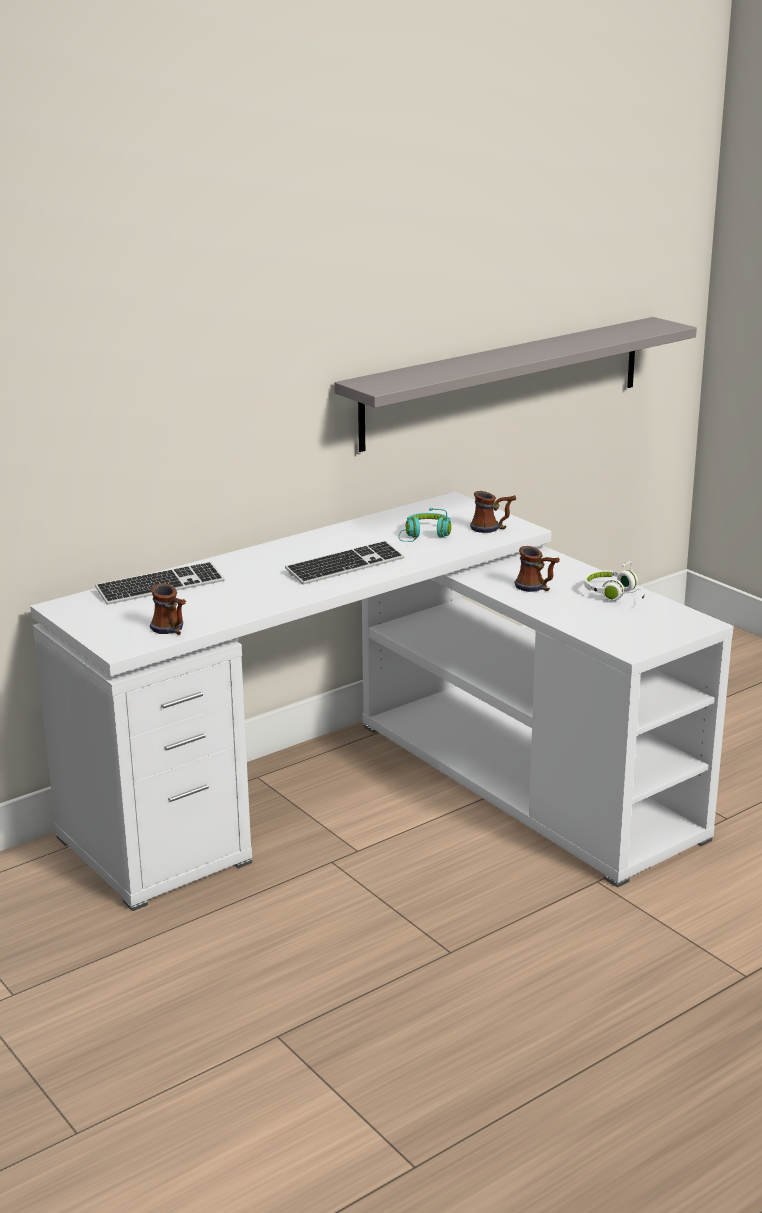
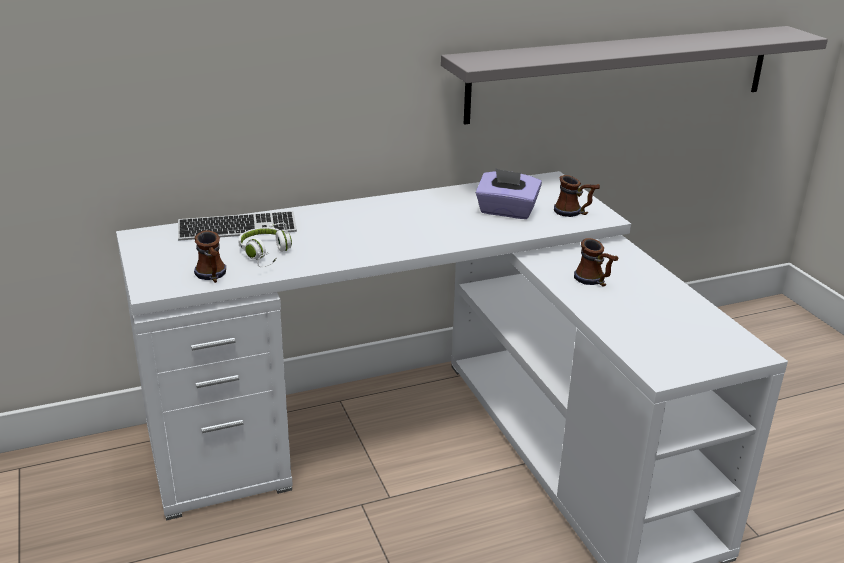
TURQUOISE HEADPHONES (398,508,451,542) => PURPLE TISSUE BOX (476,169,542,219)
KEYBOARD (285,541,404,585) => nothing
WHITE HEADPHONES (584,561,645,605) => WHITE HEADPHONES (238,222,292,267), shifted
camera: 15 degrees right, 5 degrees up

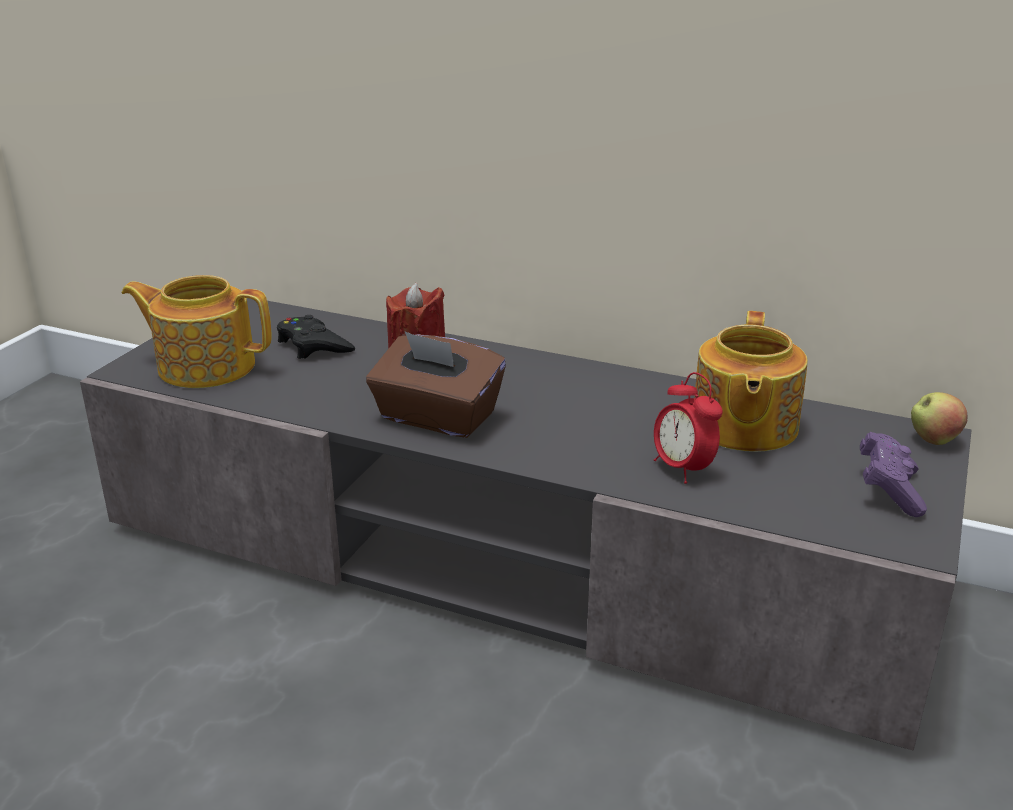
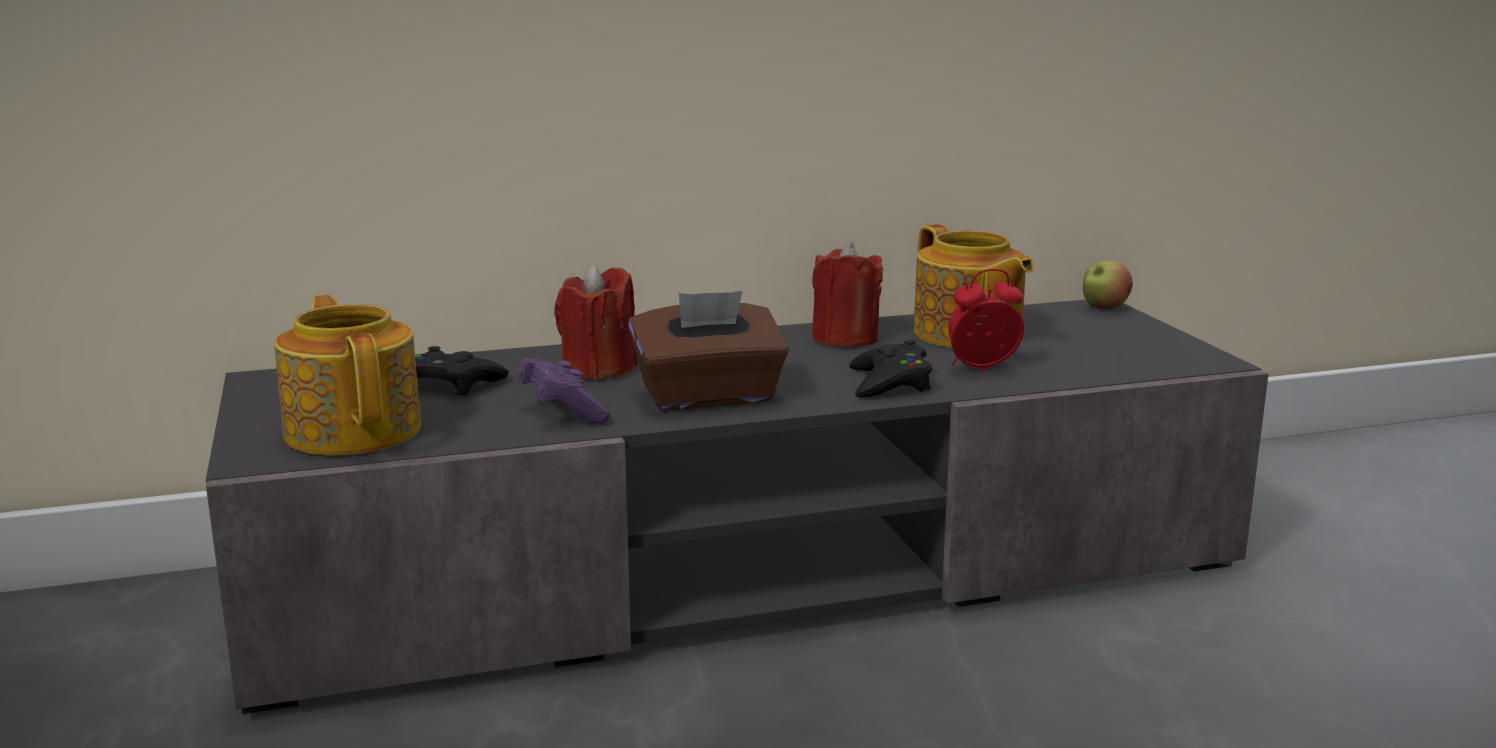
TEAPOT (122,275,272,388) => TEAPOT (274,295,421,455), 90 degrees clockwise
ALARM CLOCK (654,372,723,484) => ALARM CLOCK (949,269,1024,371), 150 degrees clockwise
PURPLE GAME CONTROLLER (860,432,927,517) => PURPLE GAME CONTROLLER (516,358,610,423), shifted
nothing => RED CANDLE (812,242,883,347)
nothing => BLACK GAME CONTROLLER (849,339,932,398)
camera: 40 degrees left, 10 degrees down

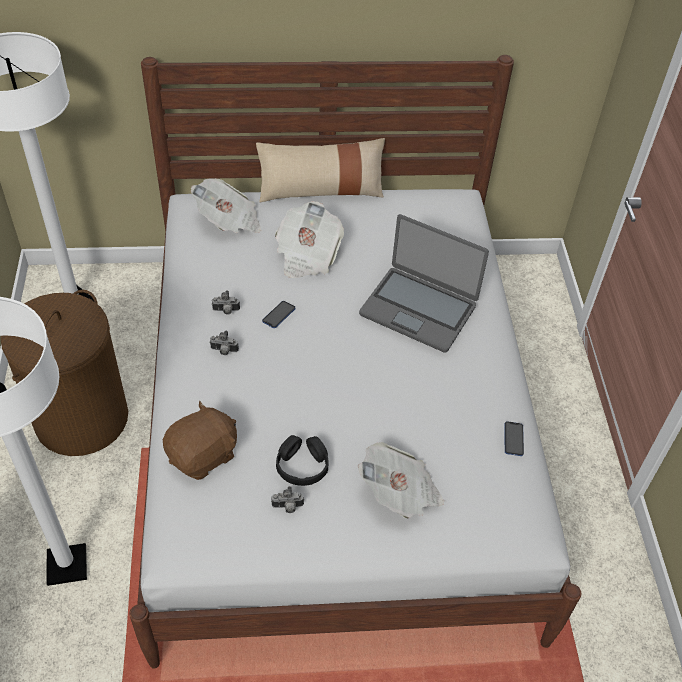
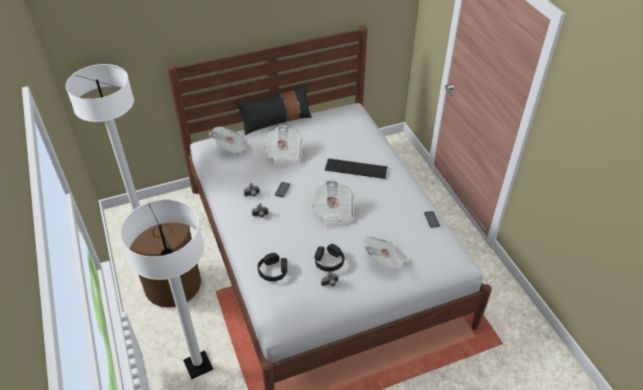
BEIGE PILLOW (256,138,385,202) => BLACK PILLOW (236,84,312,135)
LAPTOP (359,214,489,353) => KEYBOARD (325,158,387,179)
BROWN PLUSH TOY (163,401,237,480) => BLACK HEADPHONES (258,253,287,281)
nothing => NEWSPAPER (313,180,354,230)
camera: 15 degrees left, 5 degrees down

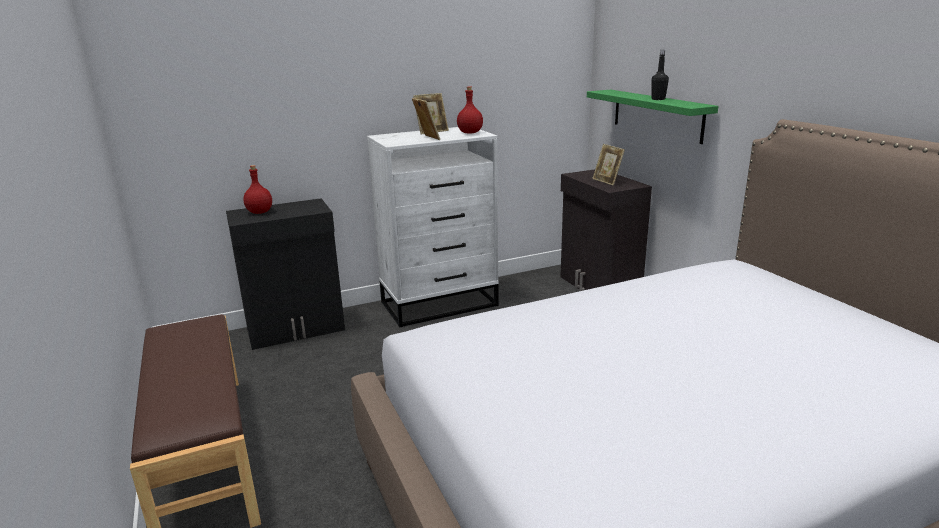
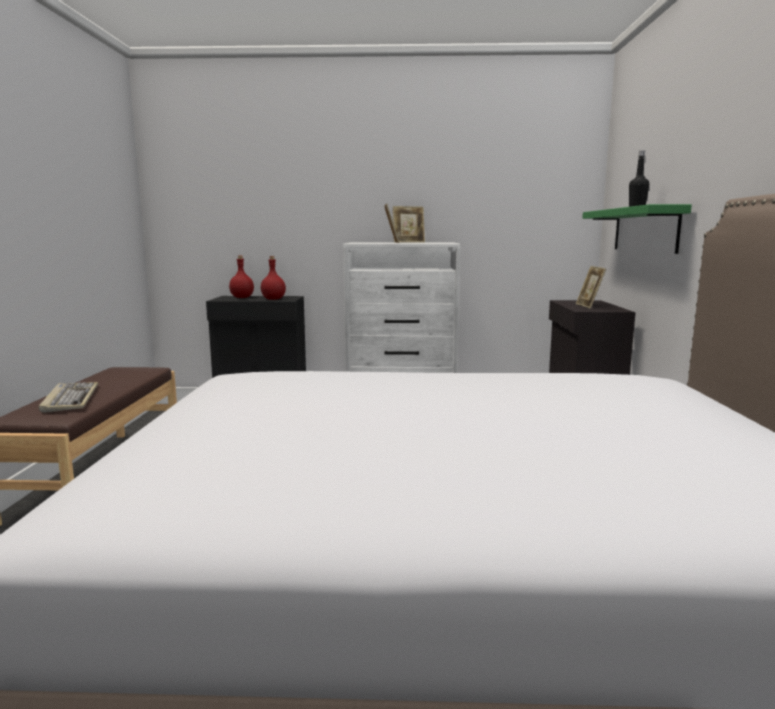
RED BOTTLE (457,86,483,134) => RED BOTTLE (261,256,286,300), shifted
nothing => KEYBOARD (39,382,98,413)
camera: 25 degrees right, 10 degrees down

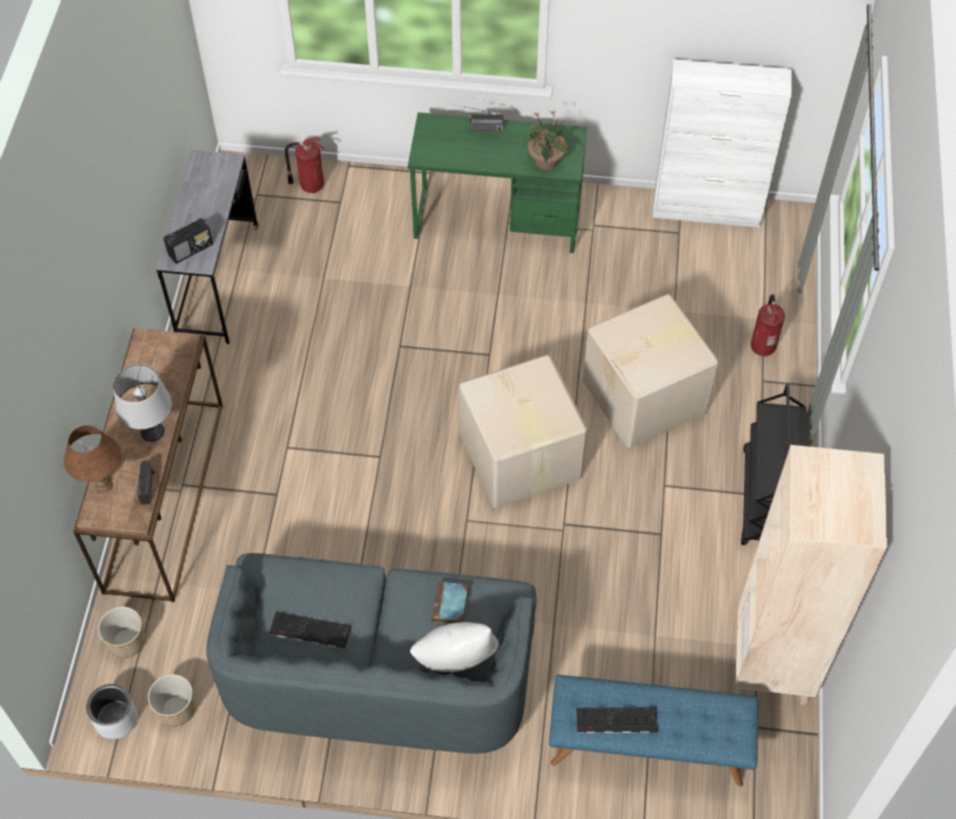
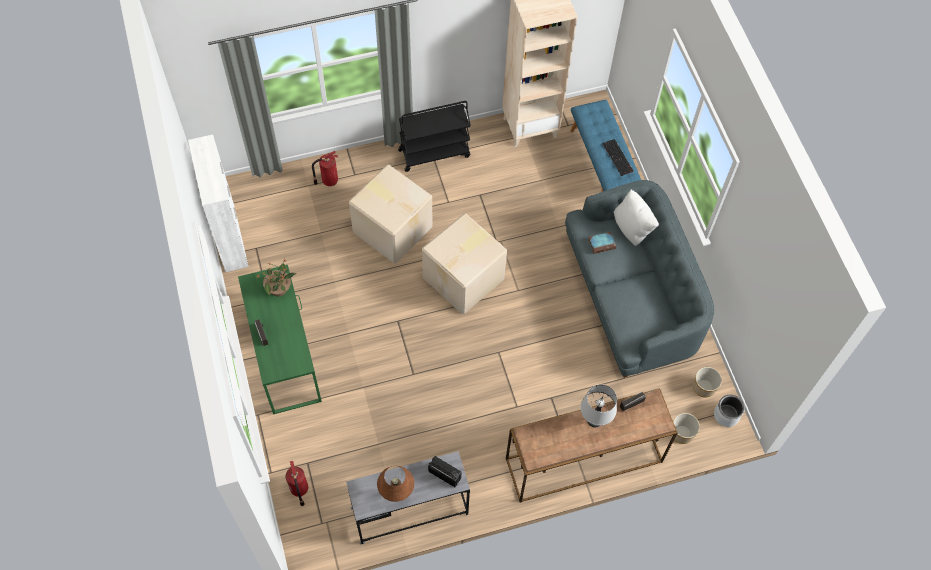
BROWN TABLE LAMP (64,425,121,494) => BROWN TABLE LAMP (377,466,414,502), shifted
KEYBOARD (269,611,351,649) => nothing
camera: 115 degrees left, 5 degrees up

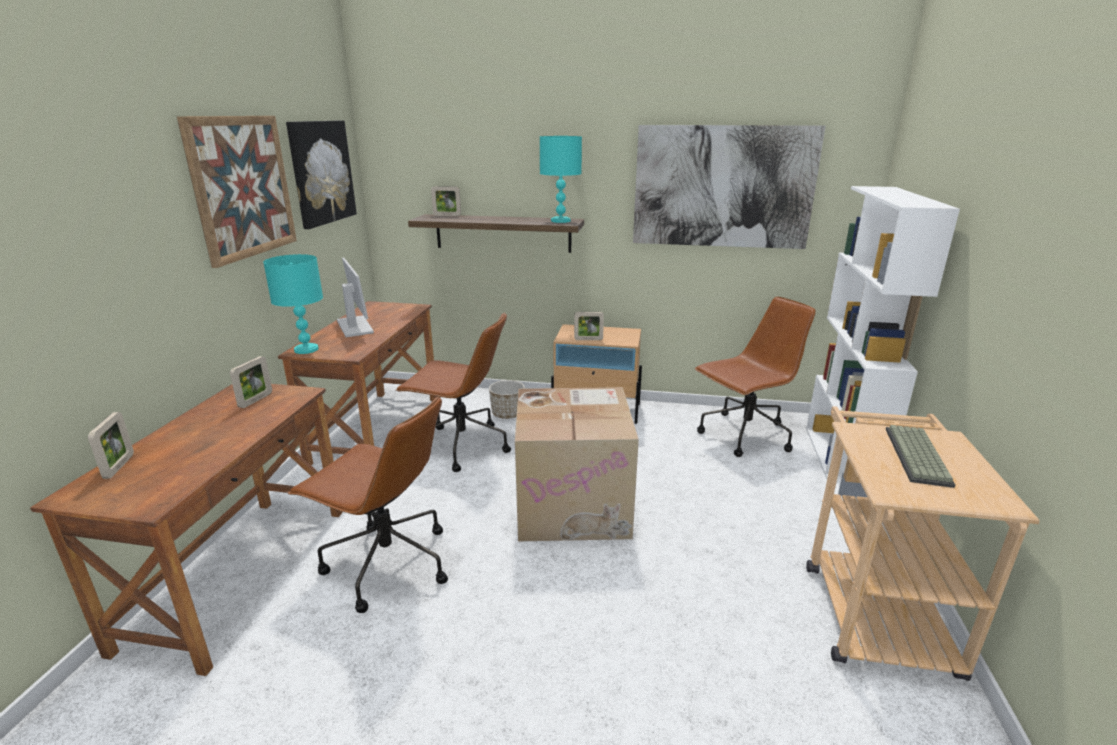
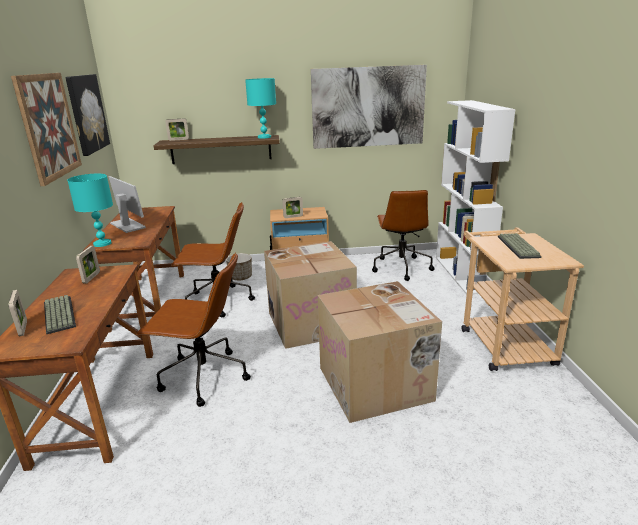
BROWN OFFICE CHAIR (695,297,816,457) => BROWN OFFICE CHAIR (372,190,435,281), 135 degrees clockwise
nothing => CARDBOARD BOX (318,281,442,423)
nothing => KEYBOARD (44,295,76,334)
camera: 15 degrees left, 0 degrees up

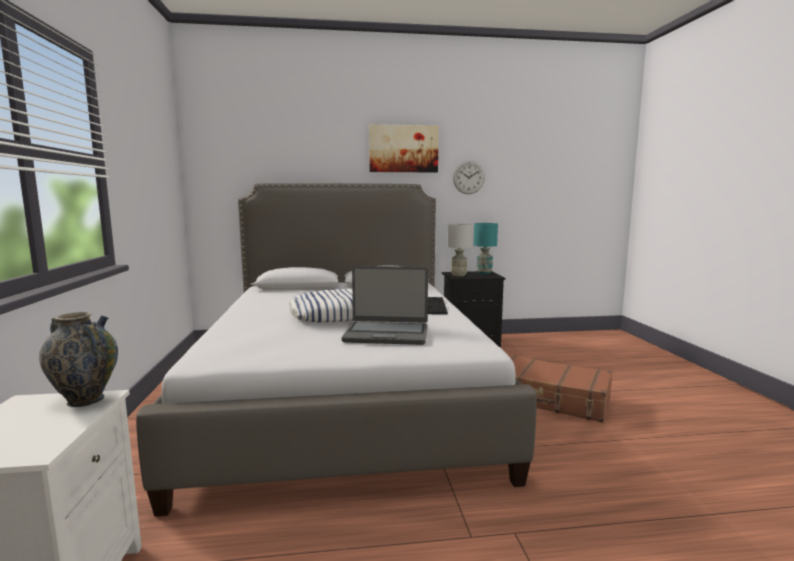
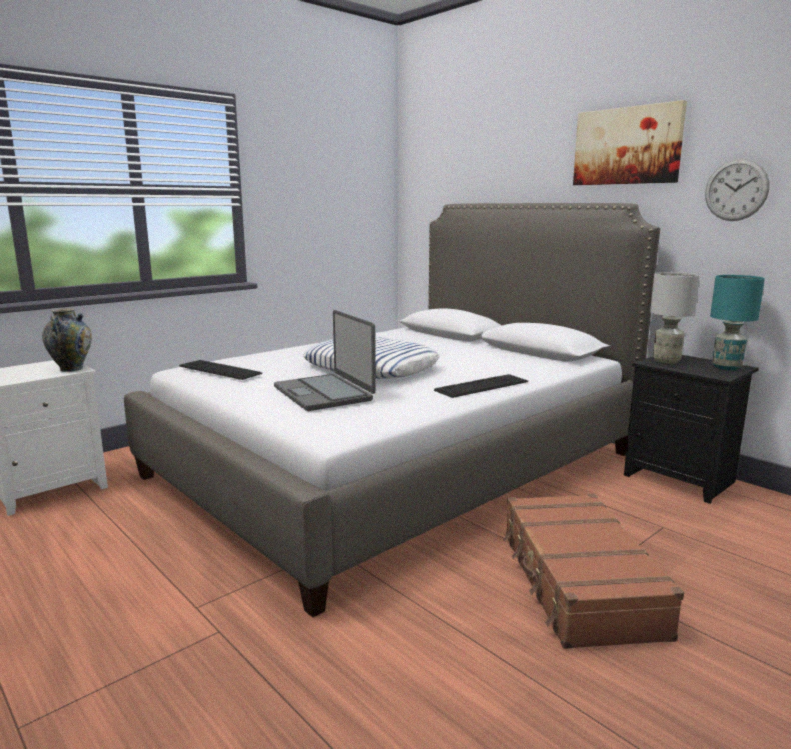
nothing => KEYBOARD (179,360,262,380)
camera: 55 degrees right, 5 degrees up

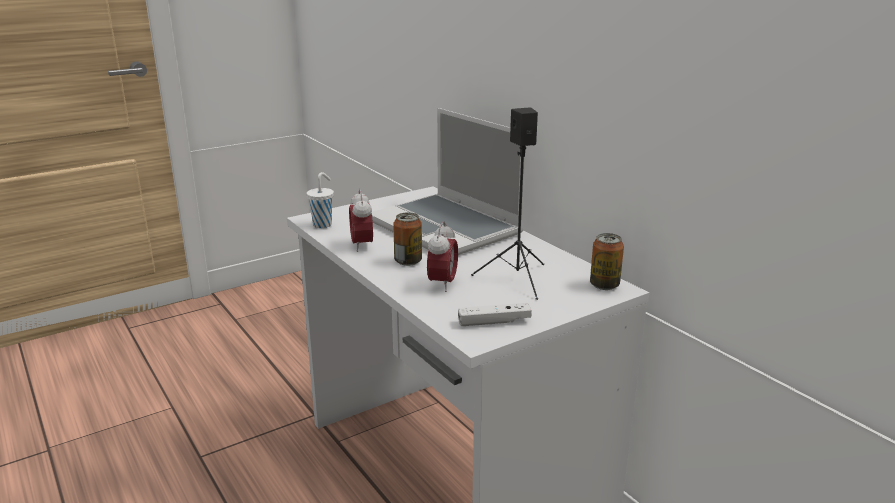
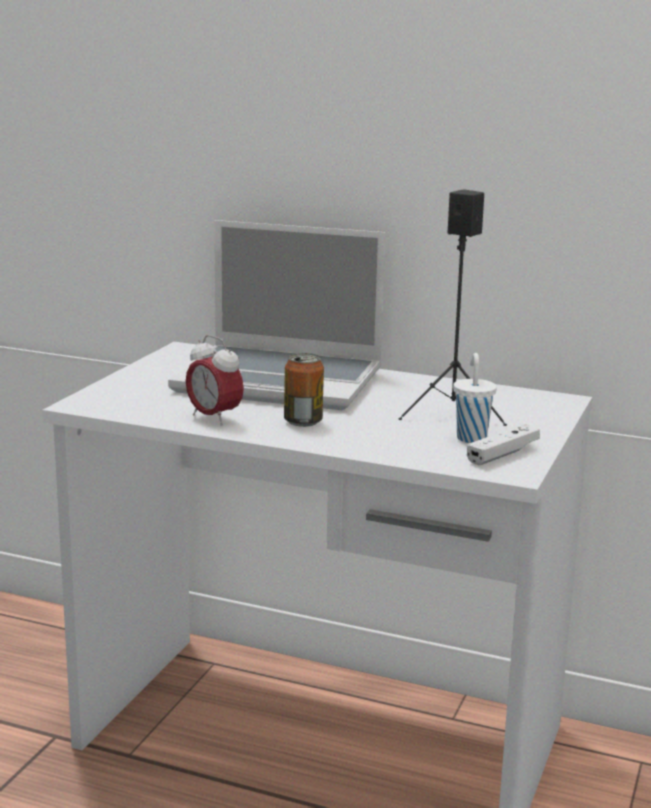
WHITE CUP (307,172,334,228) => WHITE CUP (453,353,497,443), shifted
ALARM CLOCK (427,221,458,292) => nothing
CAN (590,233,624,290) => nothing
camera: 35 degrees left, 5 degrees down

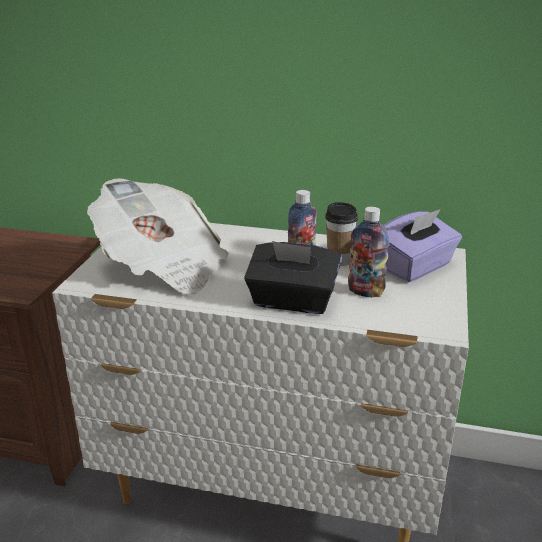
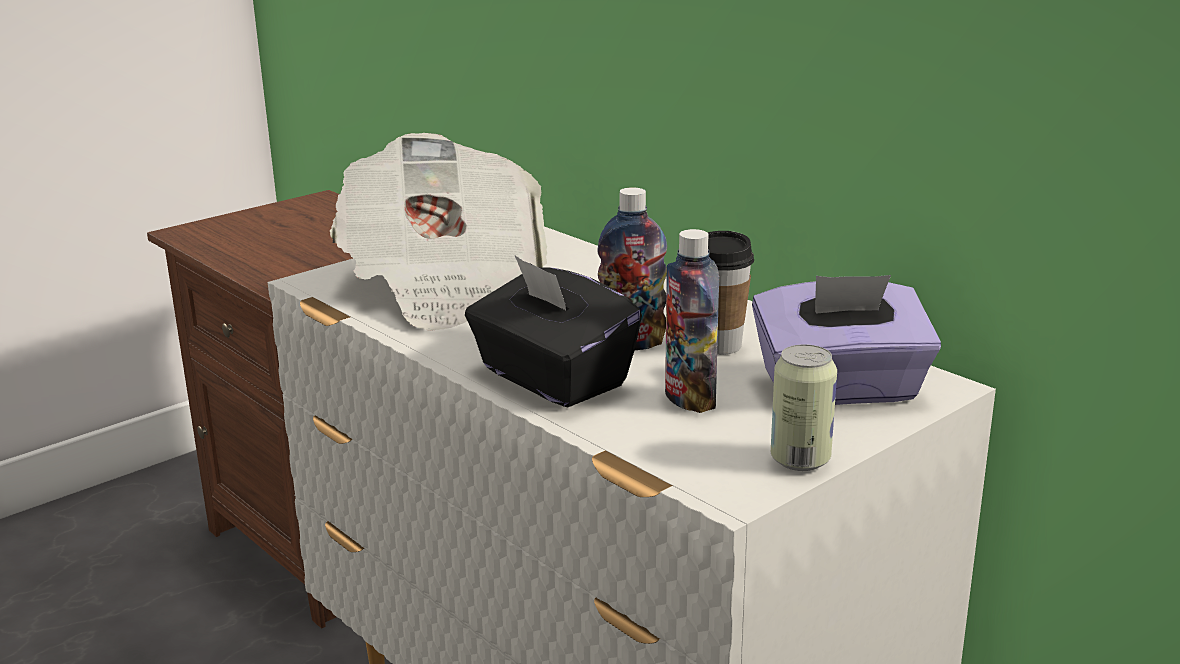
nothing => CAN (771,344,837,471)
camera: 35 degrees right, 5 degrees down

